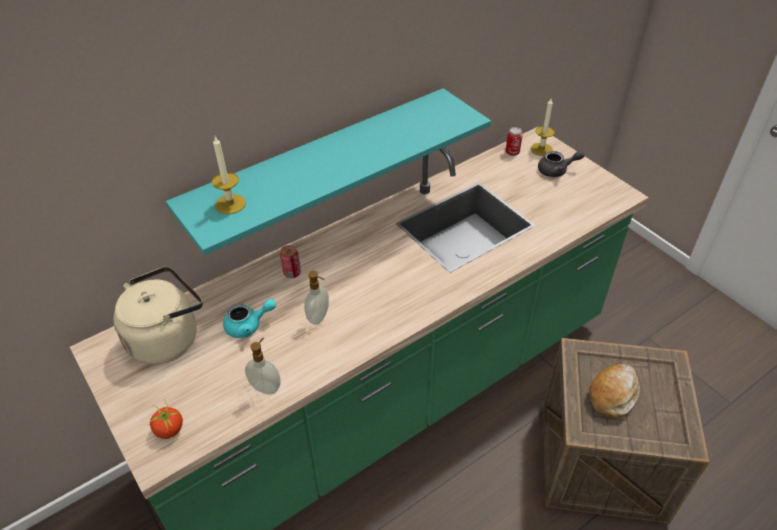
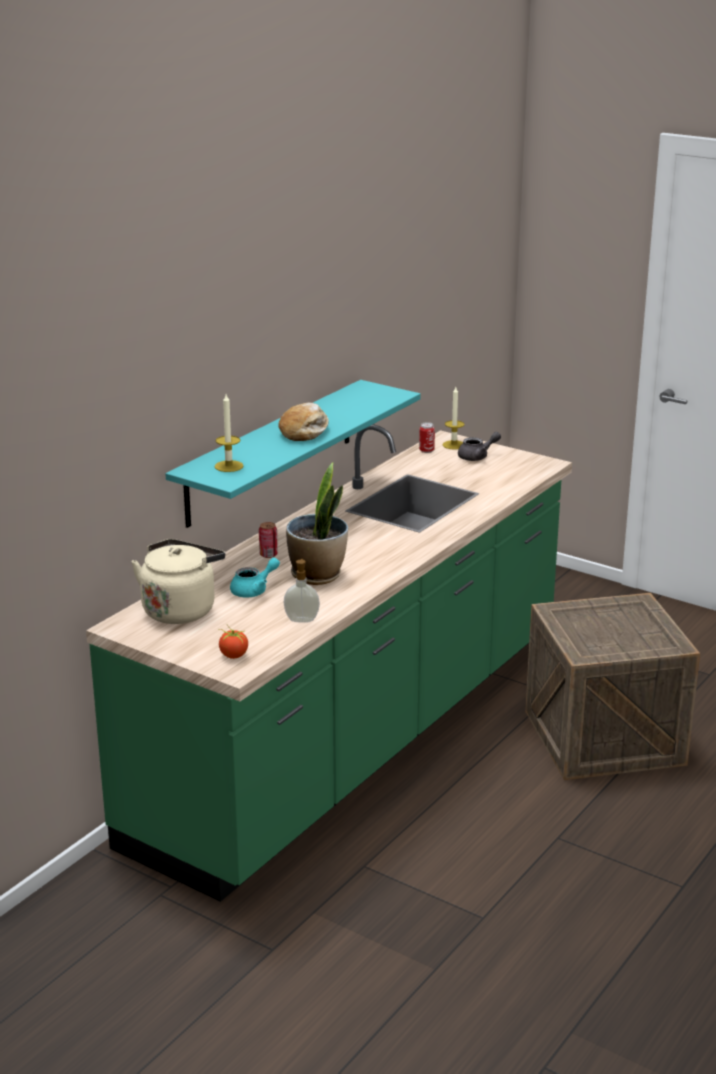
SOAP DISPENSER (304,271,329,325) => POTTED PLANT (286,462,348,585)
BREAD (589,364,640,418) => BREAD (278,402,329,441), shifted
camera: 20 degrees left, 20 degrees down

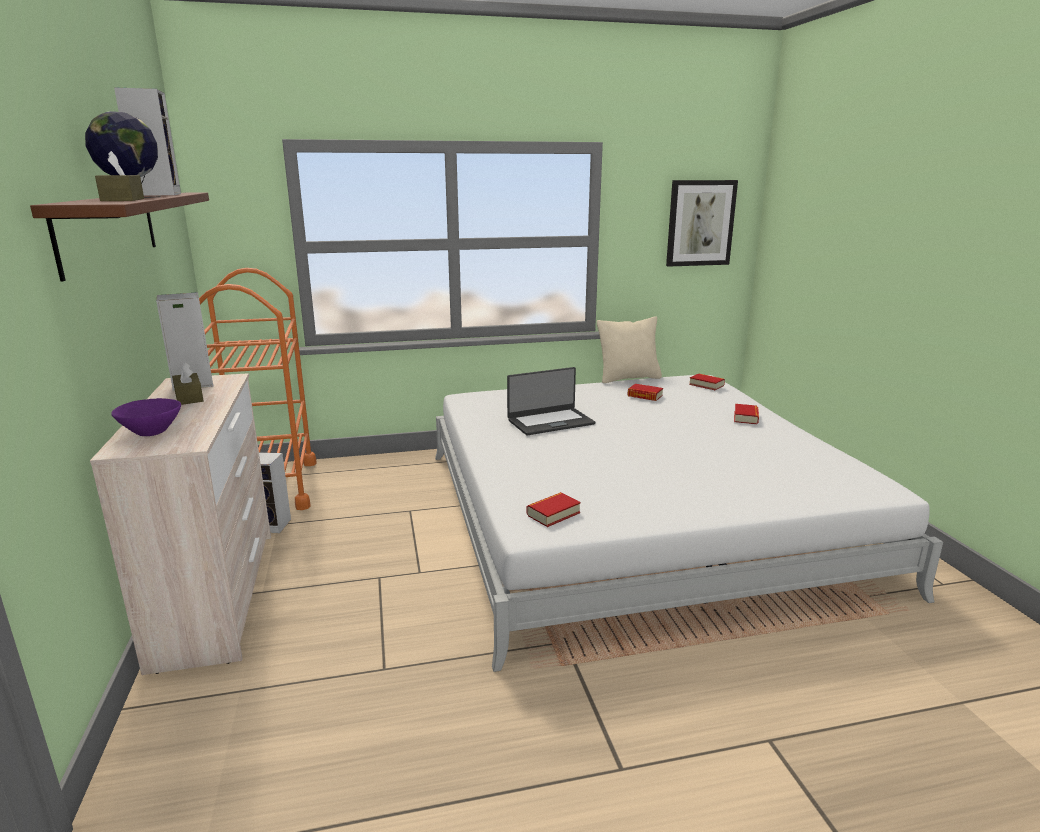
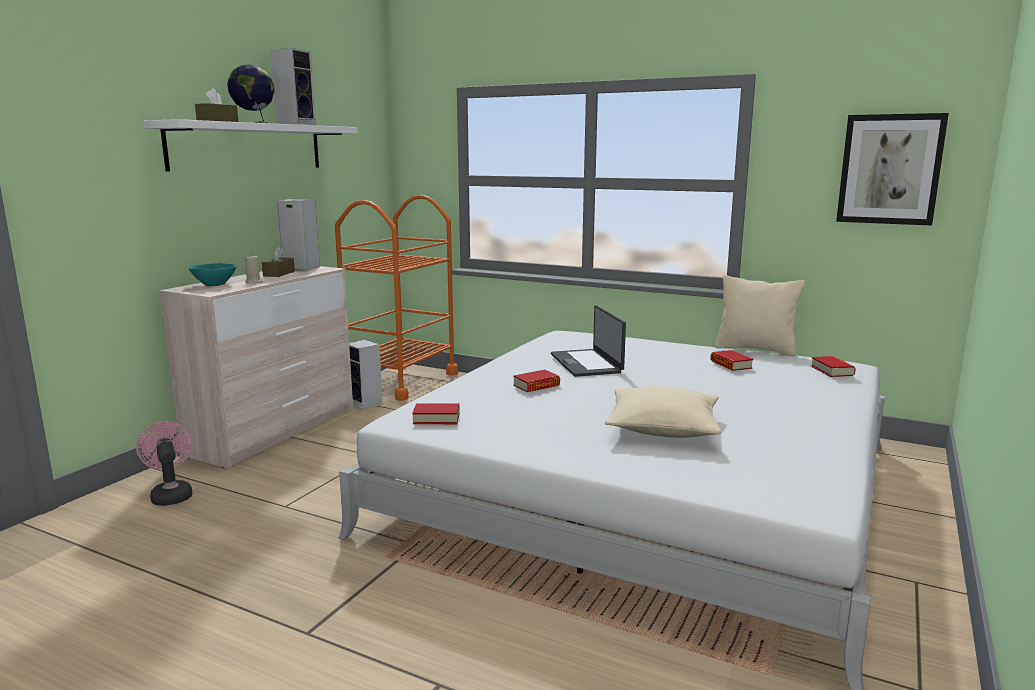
BROWN SHELF (30,192,209,281) => WHITE SHELF (143,119,358,172)
LAPTOP (507,367,595,435) => LAPTOP (551,305,626,377), 60 degrees clockwise
PURPLE BOWL (111,398,181,436) => TURQUOISE BOWL (189,263,237,286)
BOOK (734,404,759,424) => BOOK (513,370,560,392), shifted
nothing => BEIGE CANDLE (245,254,263,284)
nothing => BEIGE PILLOW (605,386,721,438)
nothing => PINK FAN (136,421,192,506)
camera: 40 degrees right, 5 degrees down

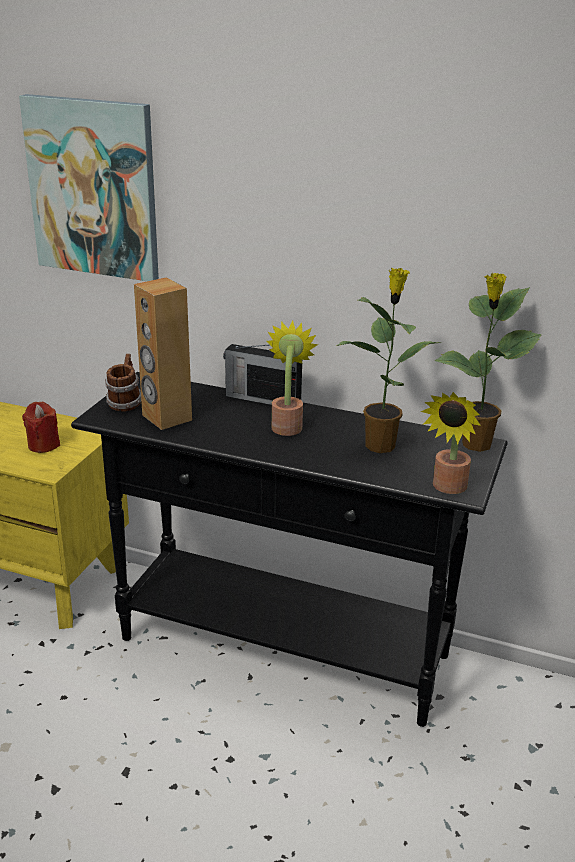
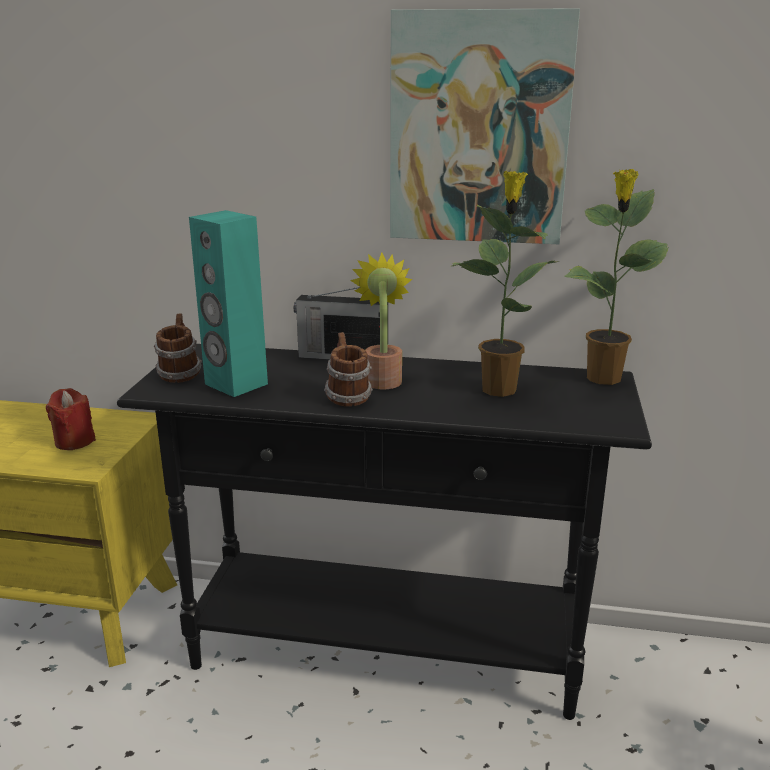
PICTURE (19,94,159,281) => PICTURE (390,8,580,244), shifted
BROWN SPEAKER (134,277,192,430) => TURQUOISE SPEAKER (189,210,268,397)
POTTED PLANT (421,392,481,494) => nothing
nothing => MUG (324,332,373,407)
camera: 10 degrees left, 5 degrees down

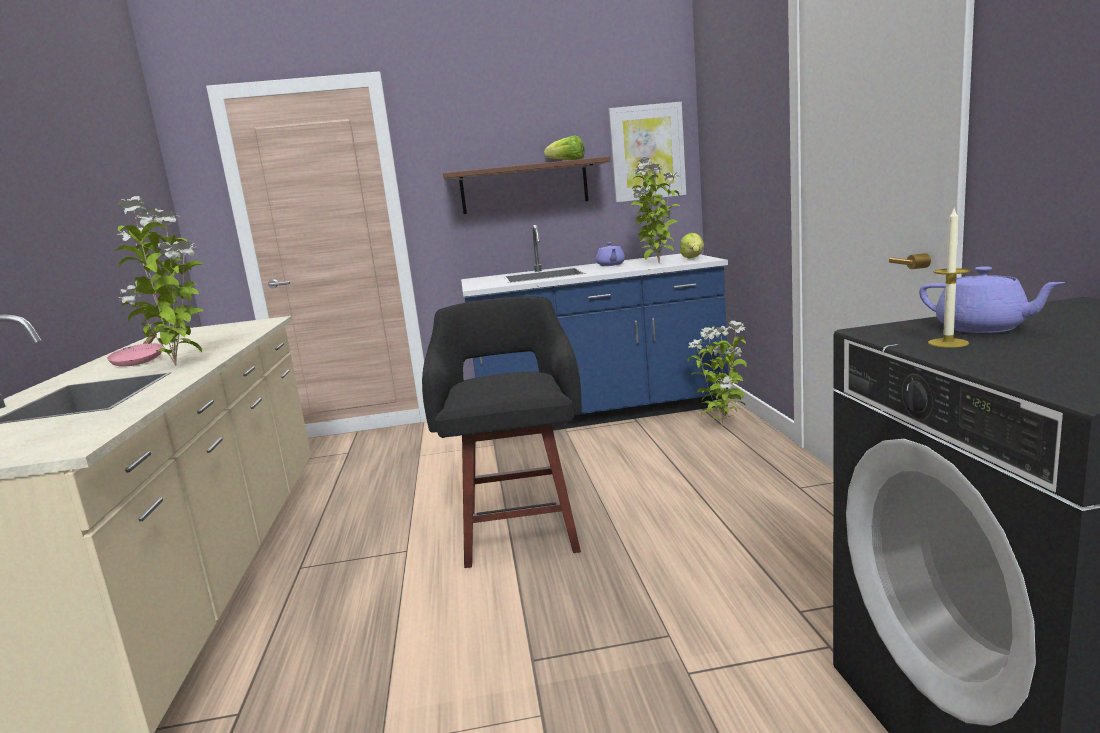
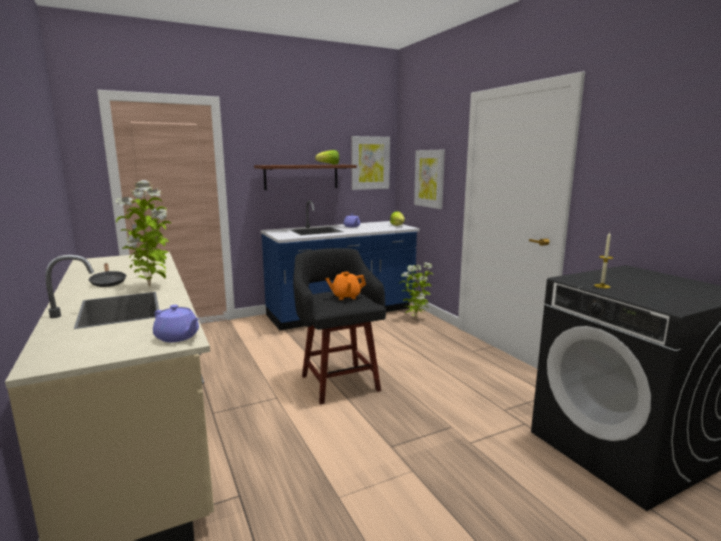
POTTED PLANT (631,157,680,263) => nothing
PURPLE TEAPOT (919,266,1066,333) => PURPLE TEAPOT (153,305,199,342), shifted
PINK FRYING PAN (107,333,162,367) => BLACK FRYING PAN (88,263,127,287)
nothing => PICTURE (414,150,445,209)
nothing => ORANGE TEAPOT (325,272,366,300)
camera: 20 degrees left, 0 degrees up

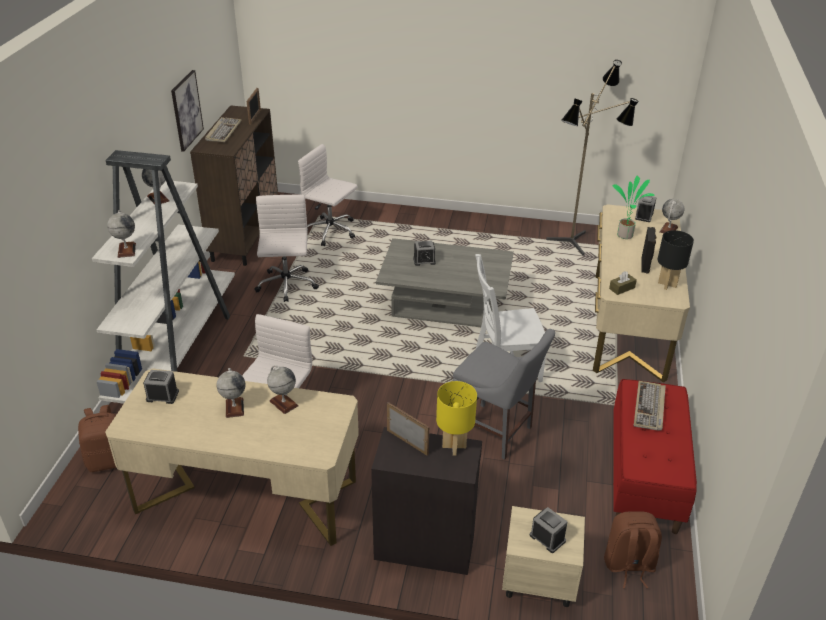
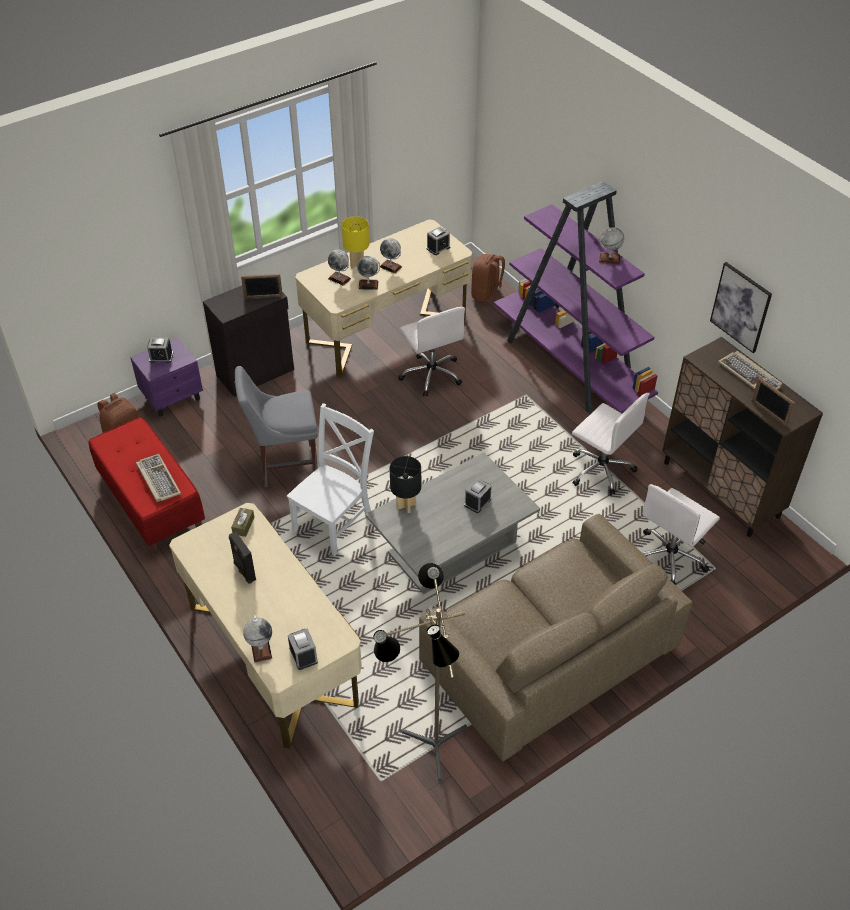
WHITE OFFICE CHAIR (298,144,358,246) => WHITE OFFICE CHAIR (642,484,720,585), 150 degrees clockwise
WHITE BOOKCASE (92,150,235,404) => PURPLE BOOKCASE (494,181,658,414)
POTTED PLANT (613,176,655,239) => nothing
GLOBE (107,210,136,258) => GLOBE (328,250,351,286), shifted
BLACK TABLE LAMP (658,230,694,290) => BLACK TABLE LAMP (390,456,421,513), shifted
YELLOW TABLE LAMP (436,381,477,456) => YELLOW TABLE LAMP (342,216,369,269), shifted
BEIGE NIGHTSTAND (502,506,585,607) => PURPLE NIGHTSTAND (130,338,203,417)
nothing => BROWN SOFA (419,514,692,761)
camera: 135 degrees right, 10 degrees up

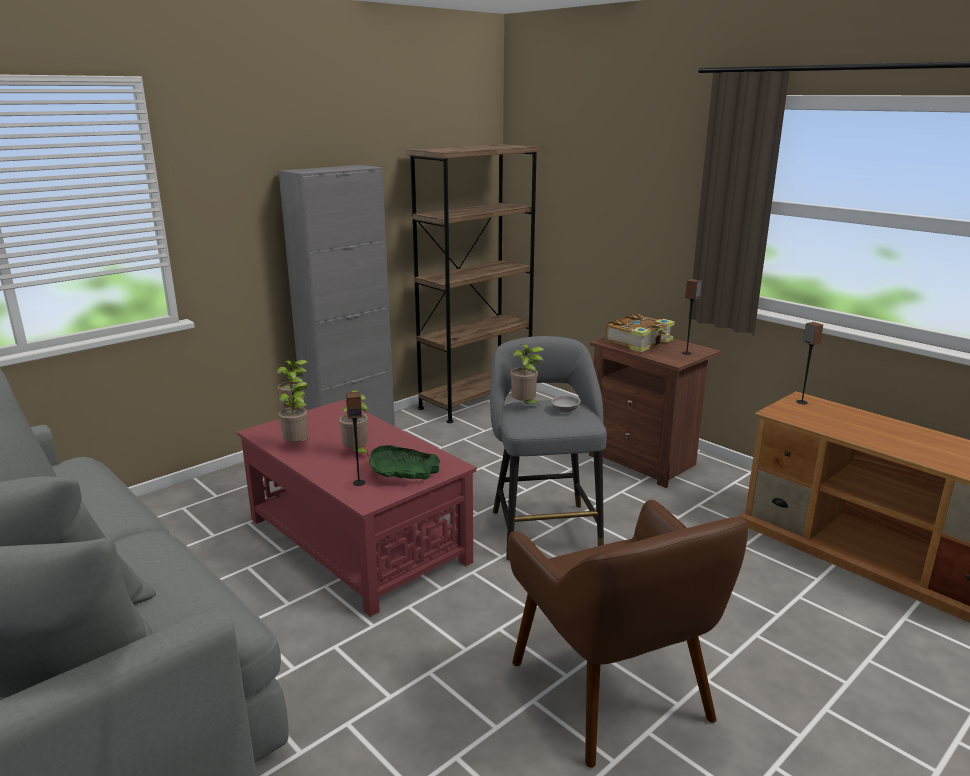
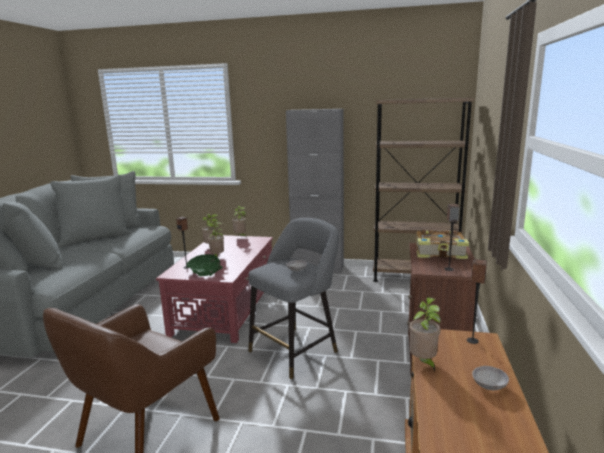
POTTED PLANT (510,345,544,407) => POTTED PLANT (409,297,441,372), shifted
nothing => GREY BOWL (472,366,509,390)
camera: 55 degrees right, 5 degrees down

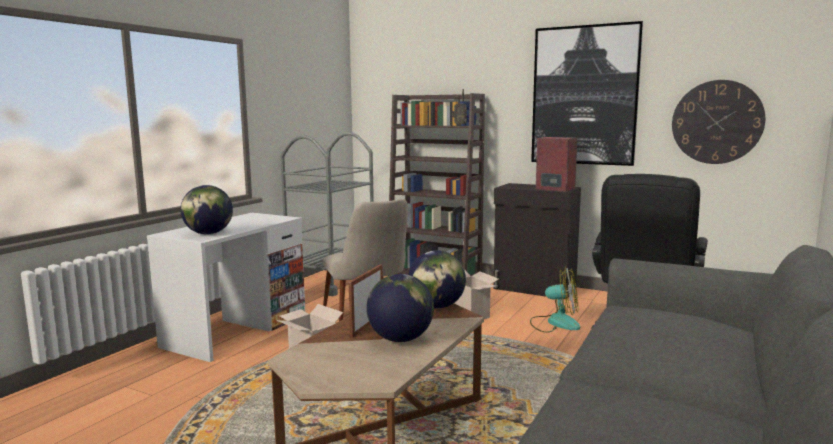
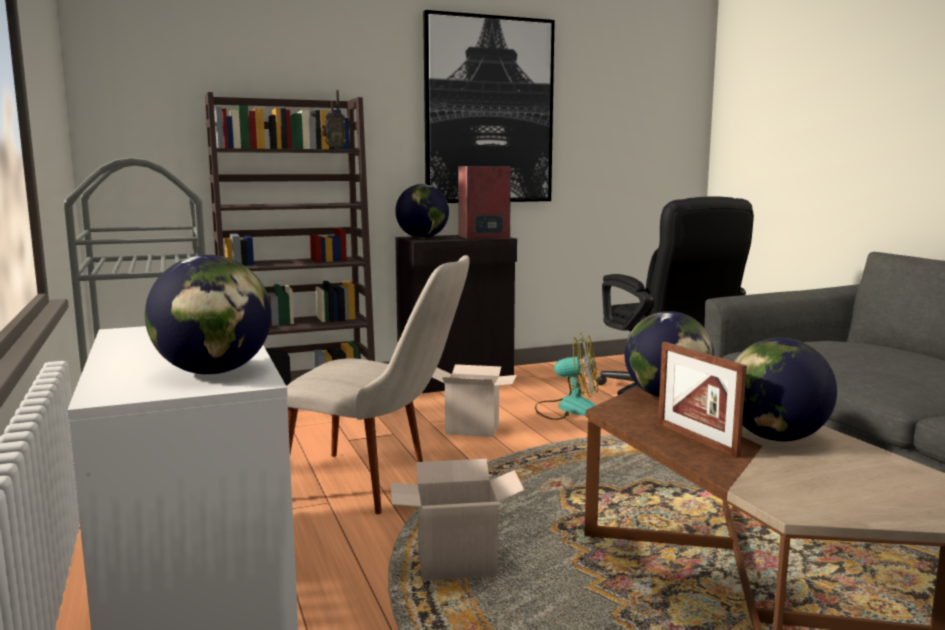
WALL CLOCK (672,80,765,164) => nothing
FAN (530,266,580,333) => FAN (535,332,598,420), 45 degrees clockwise
nothing => GLOBE (395,184,449,238)
camera: 50 degrees left, 0 degrees up

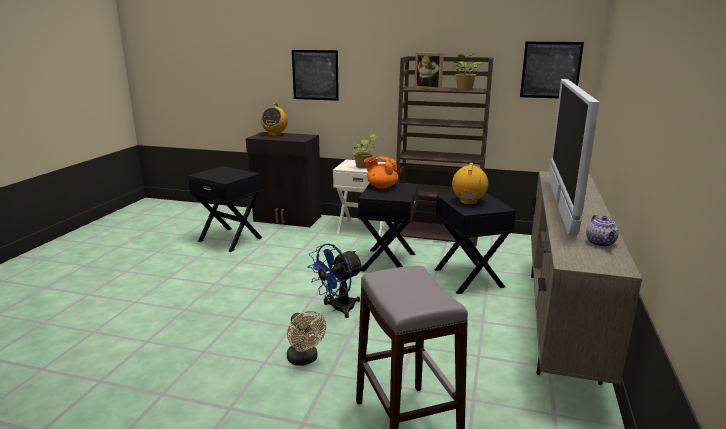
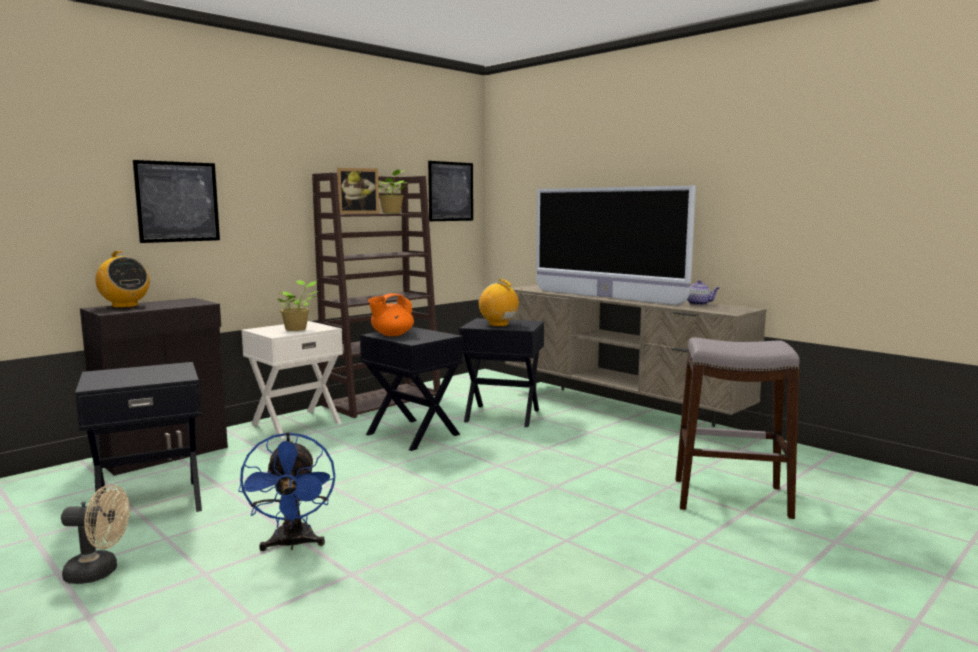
BLUE FAN (307,243,364,318) => BLUE FAN (238,432,335,551), shifted
BEIGE FAN (287,311,326,366) => BEIGE FAN (61,484,130,584), shifted
camera: 60 degrees left, 10 degrees down

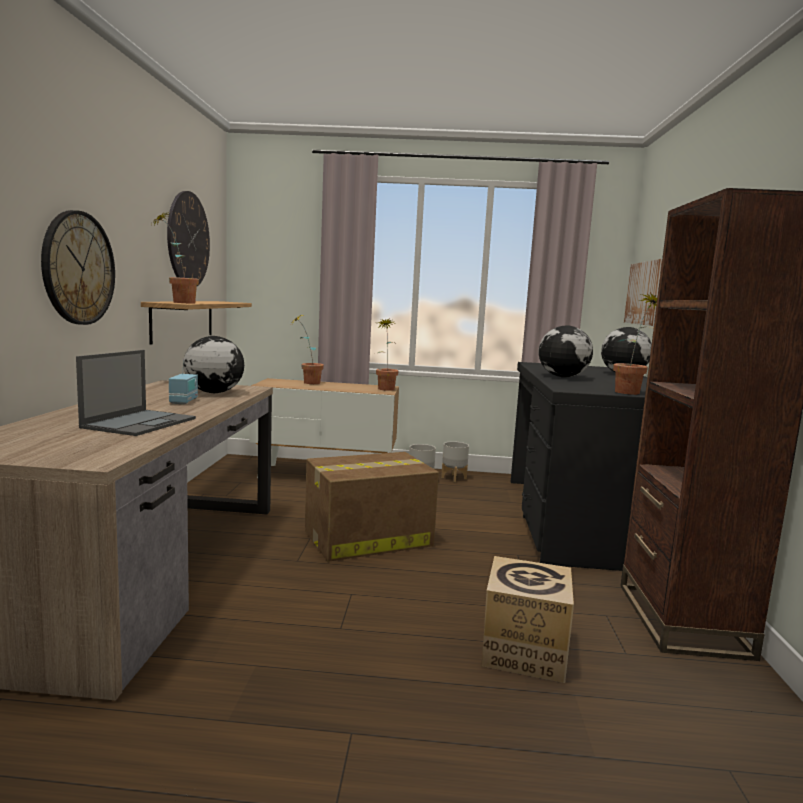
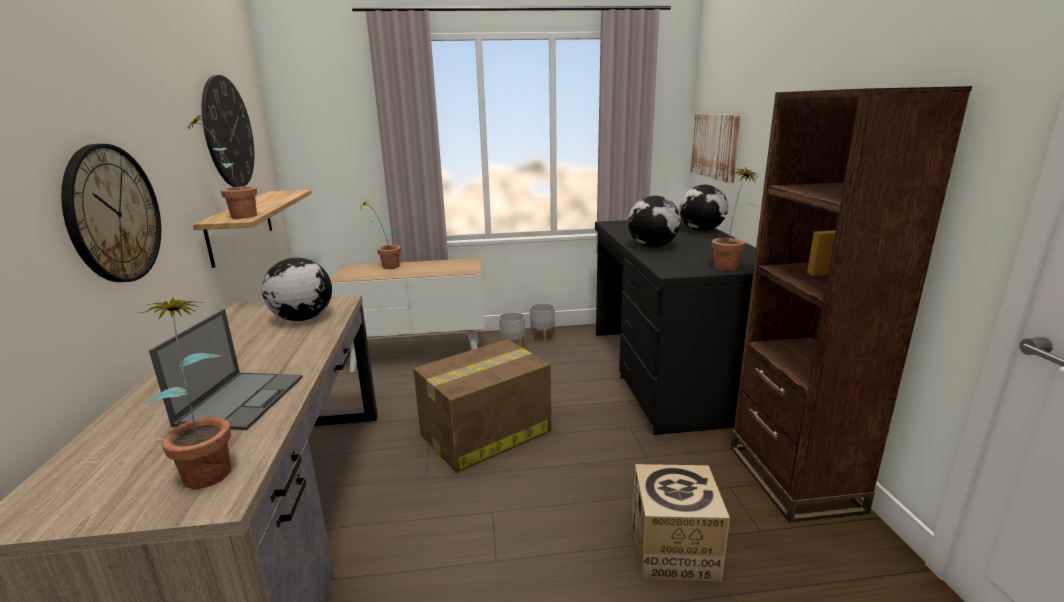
POTTED PLANT (376,318,398,391) => POTTED PLANT (140,298,231,489), shifted
RADIO (169,358,198,404) => nothing
camera: 10 degrees left, 10 degrees up

